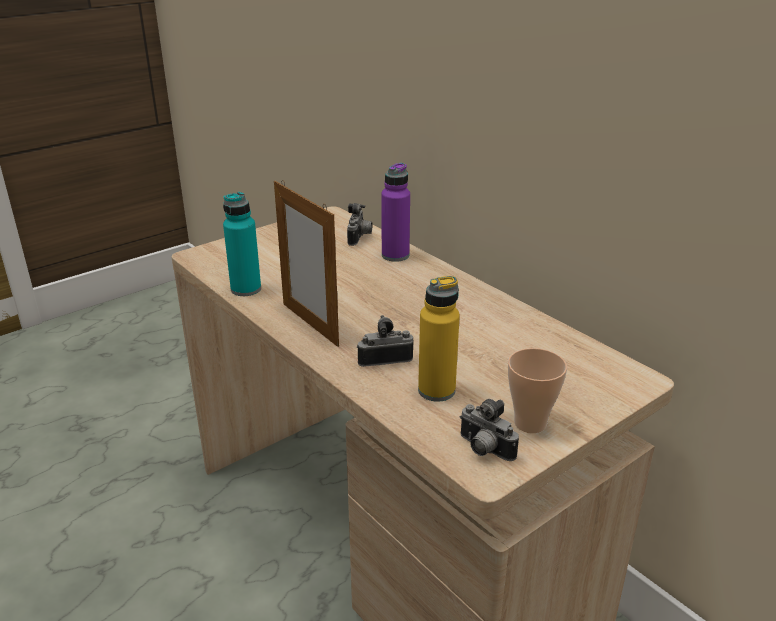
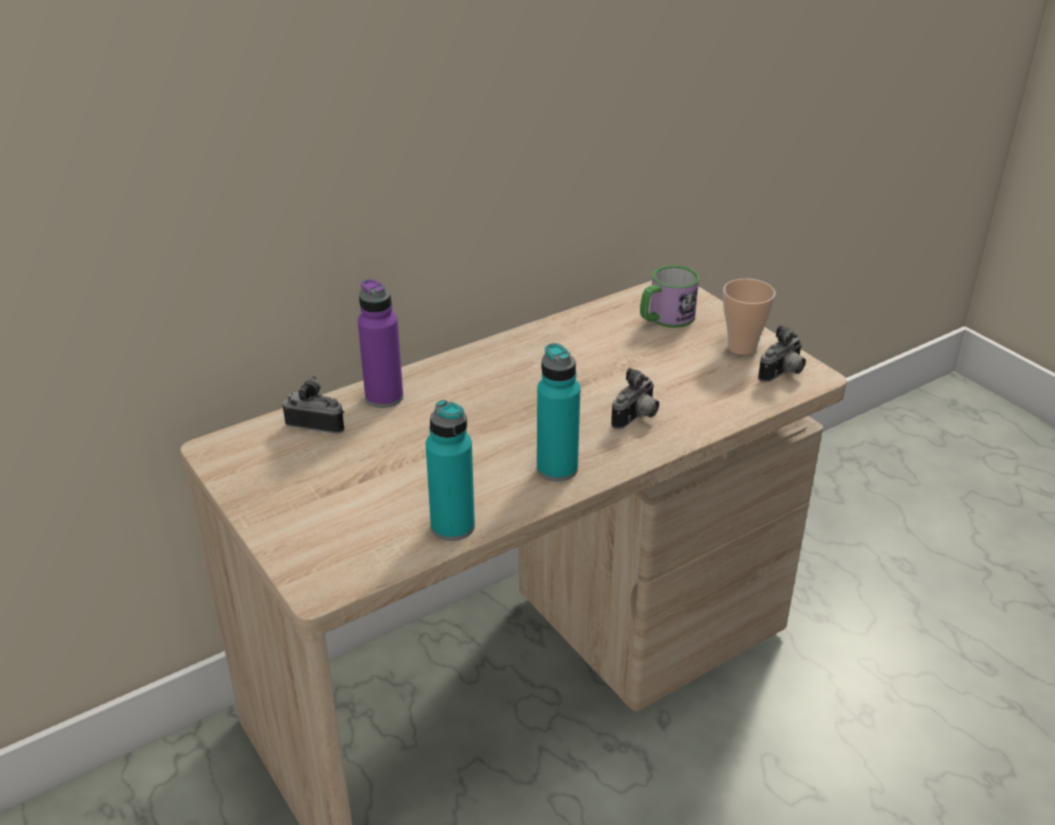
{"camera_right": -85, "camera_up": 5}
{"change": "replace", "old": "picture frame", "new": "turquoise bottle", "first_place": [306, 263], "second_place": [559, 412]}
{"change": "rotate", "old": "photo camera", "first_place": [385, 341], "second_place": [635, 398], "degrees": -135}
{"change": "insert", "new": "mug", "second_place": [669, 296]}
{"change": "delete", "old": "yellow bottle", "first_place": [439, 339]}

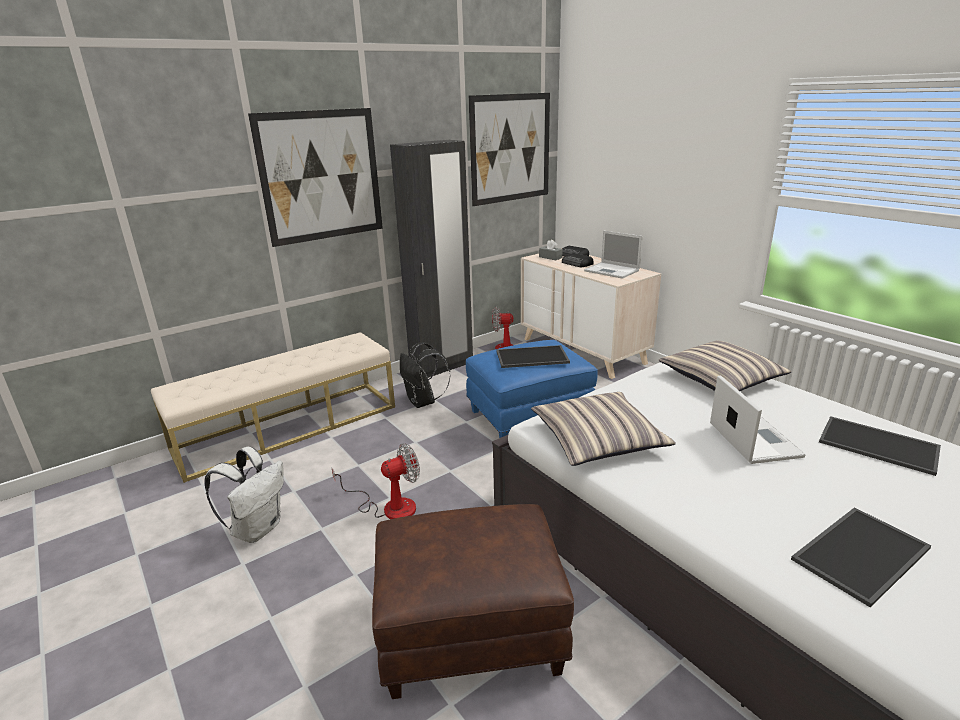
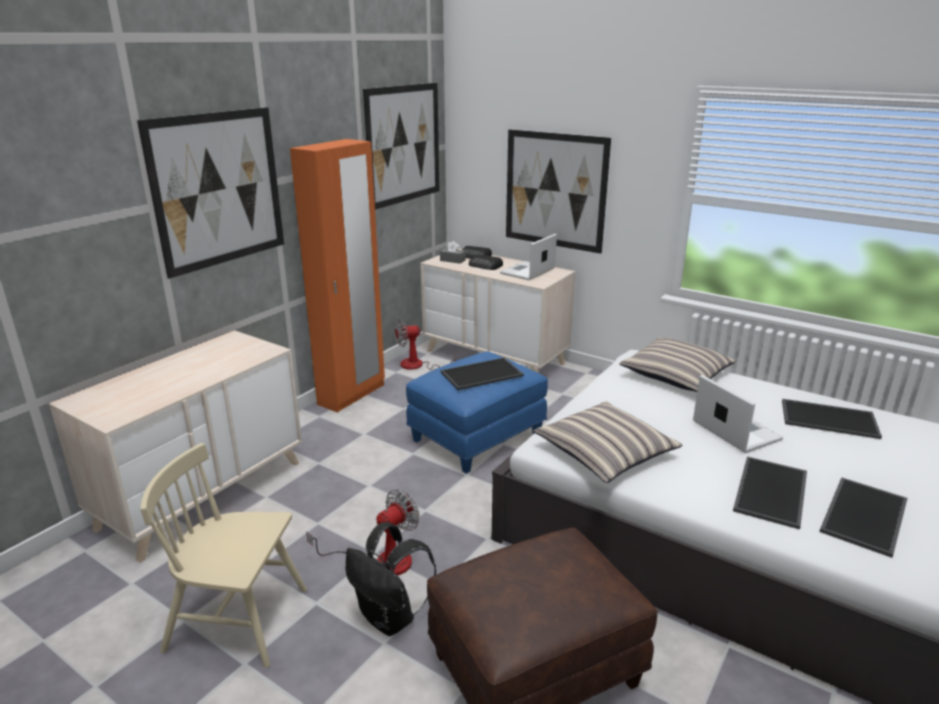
{"camera_right": -20, "camera_up": 0}
{"change": "replace", "old": "beige bench", "new": "beige dresser", "first_place": [273, 407], "second_place": [175, 446]}
{"change": "replace", "old": "white backpack", "new": "beige chair", "first_place": [244, 494], "second_place": [223, 555]}
{"change": "recolor", "old": "black wardrobe", "new": "orange wardrobe", "first_place": [431, 259], "second_place": [337, 276]}
{"change": "move", "old": "black backpack", "first_place": [425, 375], "second_place": [391, 579]}
{"change": "rotate", "old": "laptop", "first_place": [613, 255], "second_place": [528, 257], "degrees": 105}
{"change": "insert", "new": "picture", "second_place": [558, 191]}
{"change": "insert", "new": "tray", "second_place": [770, 492]}

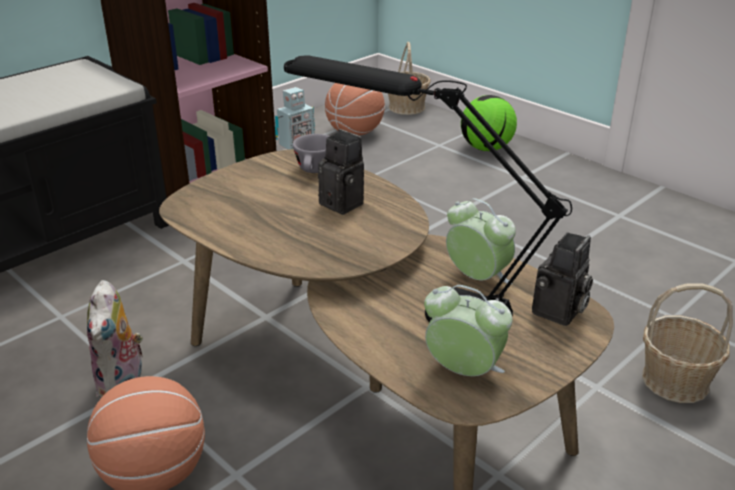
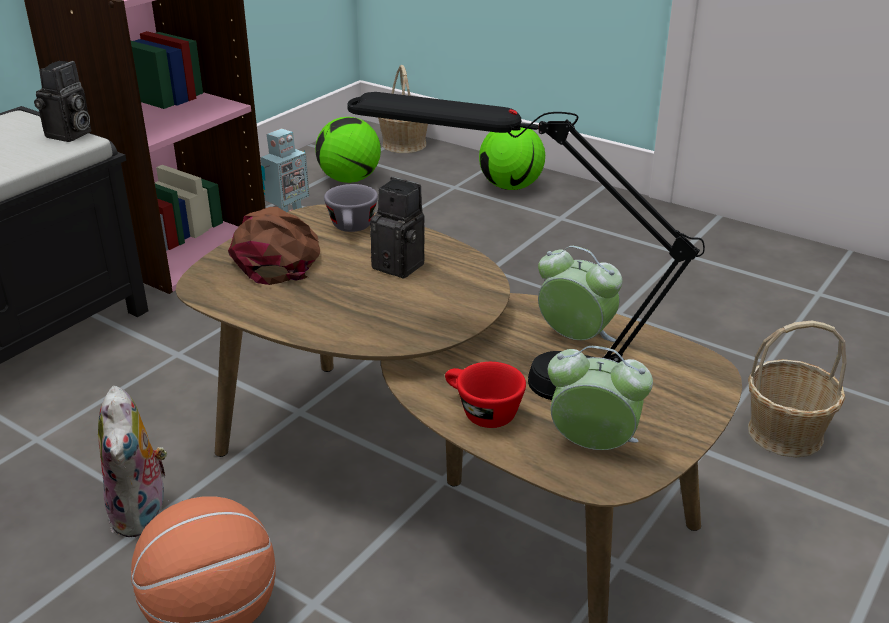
{"camera_right": -10, "camera_up": 0}
{"change": "move", "old": "photo camera", "first_place": [562, 279], "second_place": [62, 101]}
{"change": "insert", "new": "brown cap", "second_place": [274, 246]}
{"change": "replace", "old": "basketball", "new": "football", "first_place": [355, 109], "second_place": [348, 150]}
{"change": "insert", "new": "red cup", "second_place": [485, 395]}

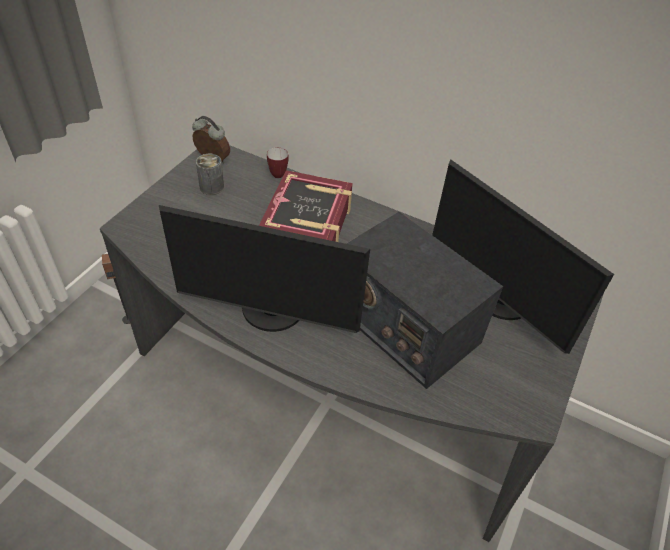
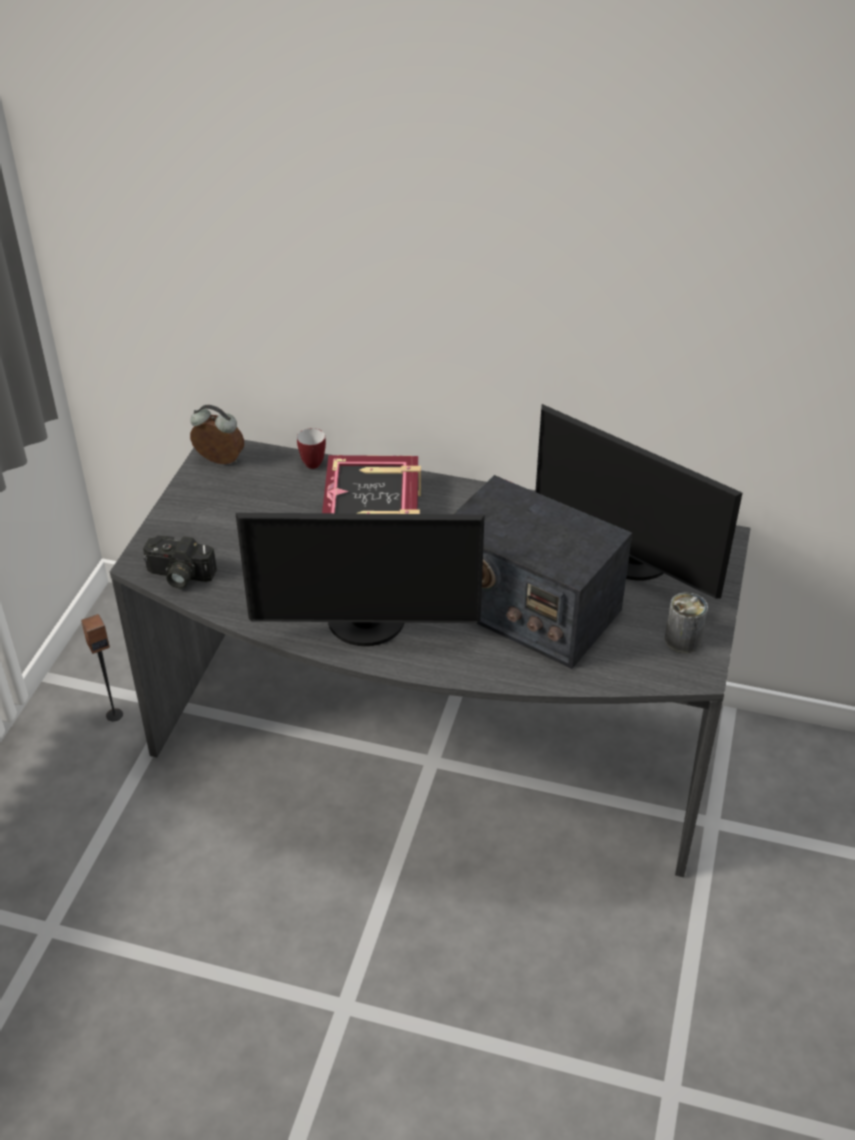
{"camera_right": -10, "camera_up": -5}
{"change": "insert", "new": "photo camera", "second_place": [180, 561]}
{"change": "move", "old": "can", "first_place": [210, 174], "second_place": [686, 622]}

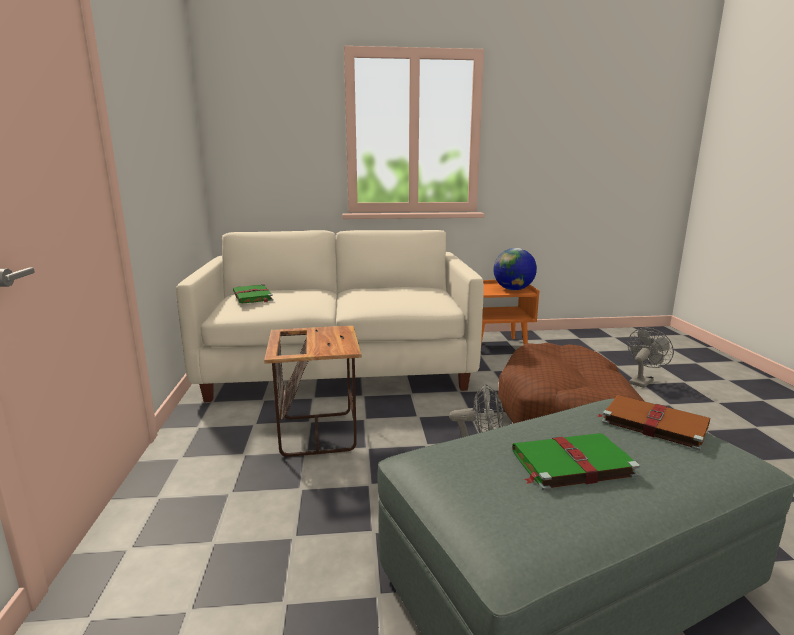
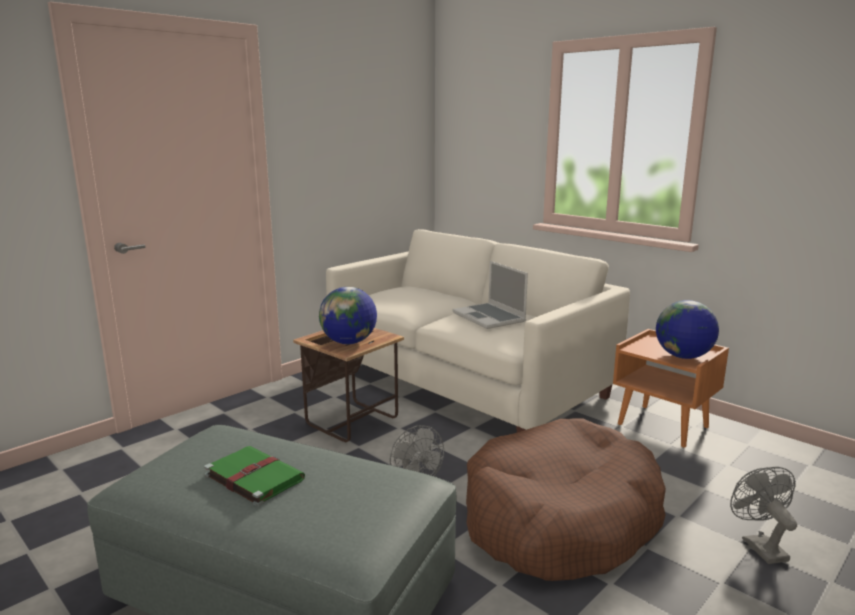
{"camera_right": 50, "camera_up": 0}
{"change": "insert", "new": "globe", "second_place": [348, 315]}
{"change": "insert", "new": "laptop", "second_place": [490, 295]}
{"change": "rotate", "old": "grey fan", "first_place": [650, 358], "second_place": [763, 515], "degrees": -105}
{"change": "delete", "old": "green book", "first_place": [253, 293]}
{"change": "delete", "old": "brown book", "first_place": [654, 423]}

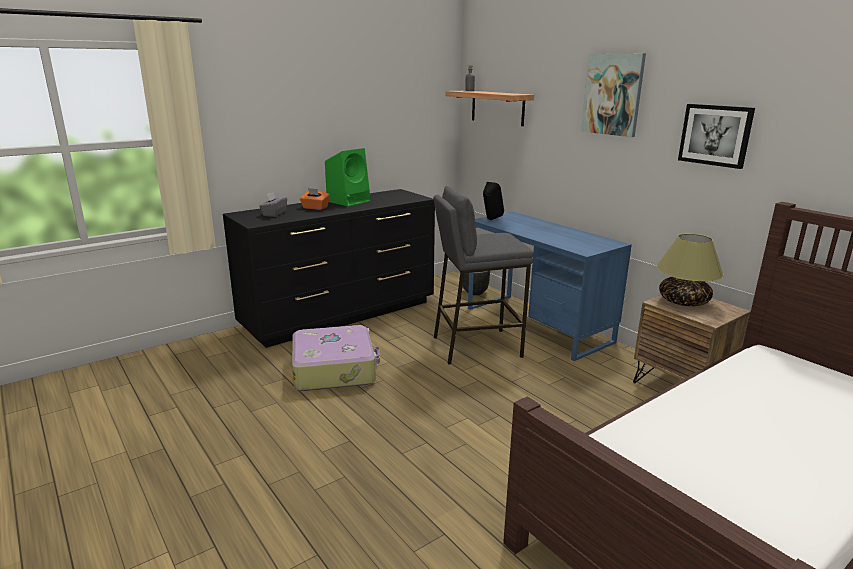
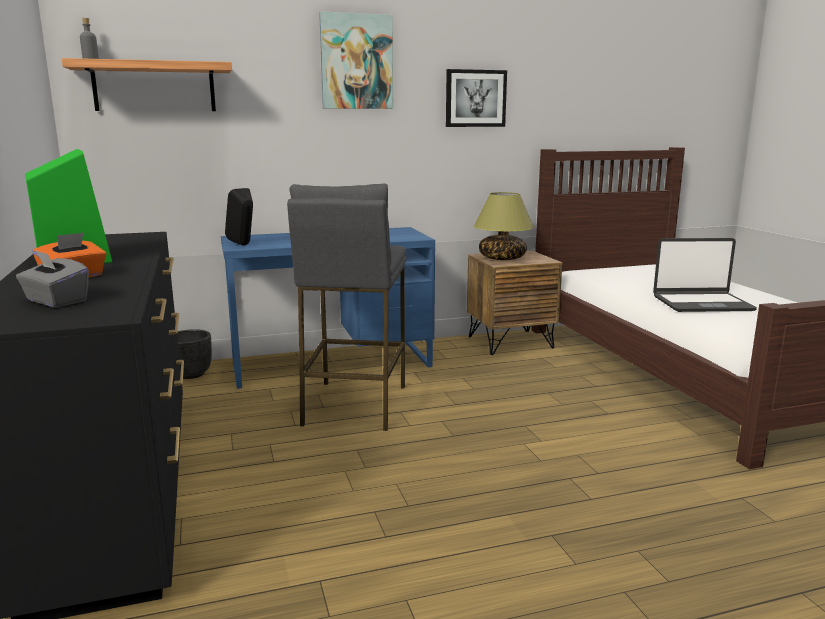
{"camera_right": -70, "camera_up": -5}
{"change": "insert", "new": "laptop", "second_place": [705, 275]}
{"change": "delete", "old": "suitcase", "first_place": [336, 358]}

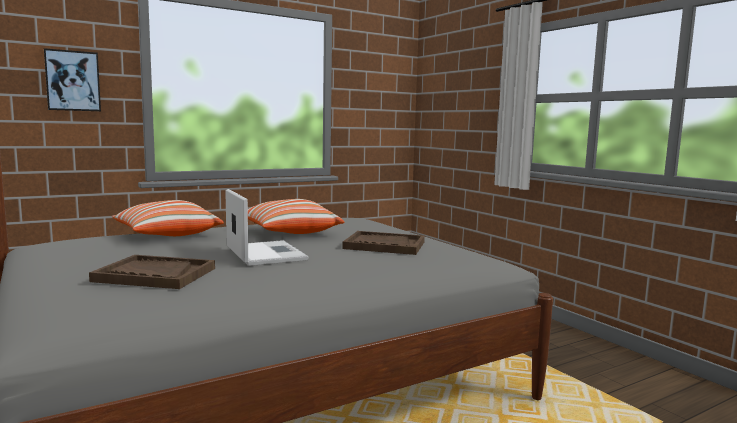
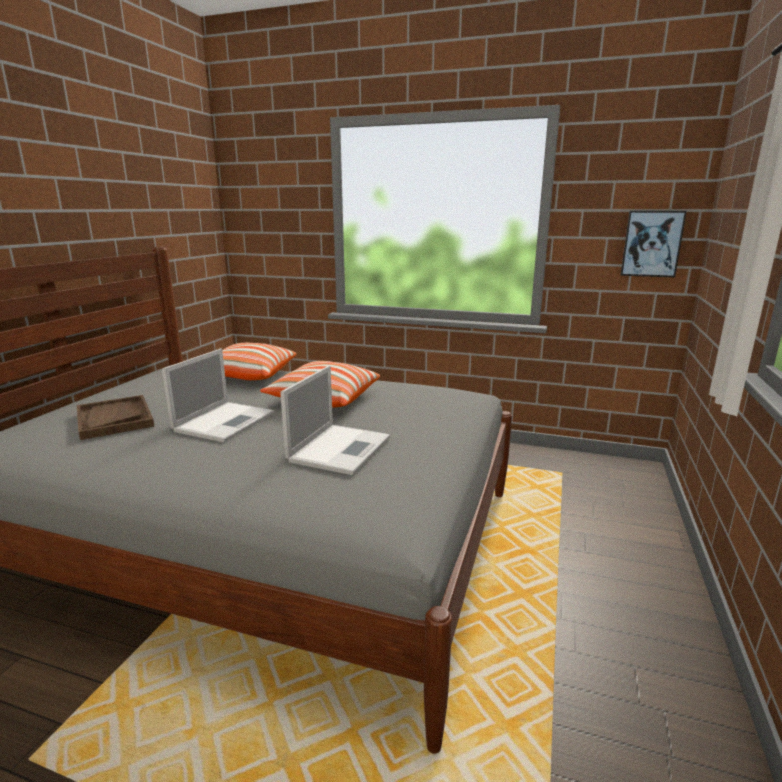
{"camera_right": 50, "camera_up": 10}
{"change": "replace", "old": "brown tray", "new": "laptop", "first_place": [383, 243], "second_place": [335, 420]}
{"change": "move", "old": "picture", "first_place": [72, 79], "second_place": [653, 244]}

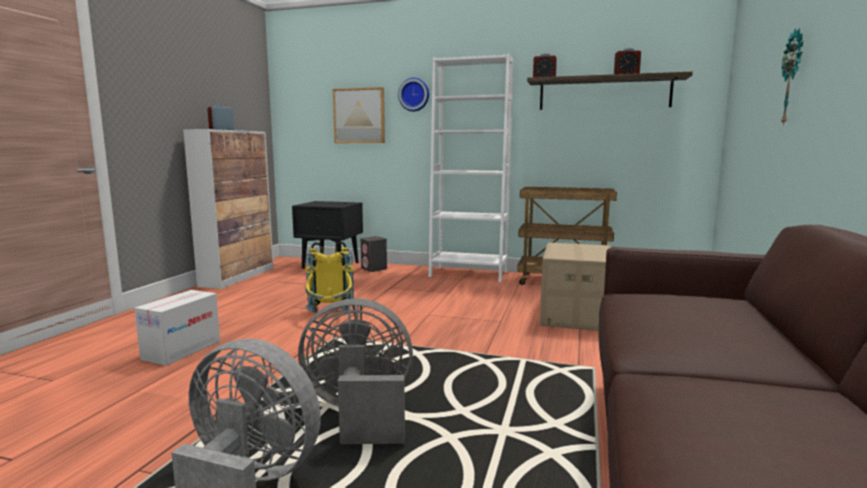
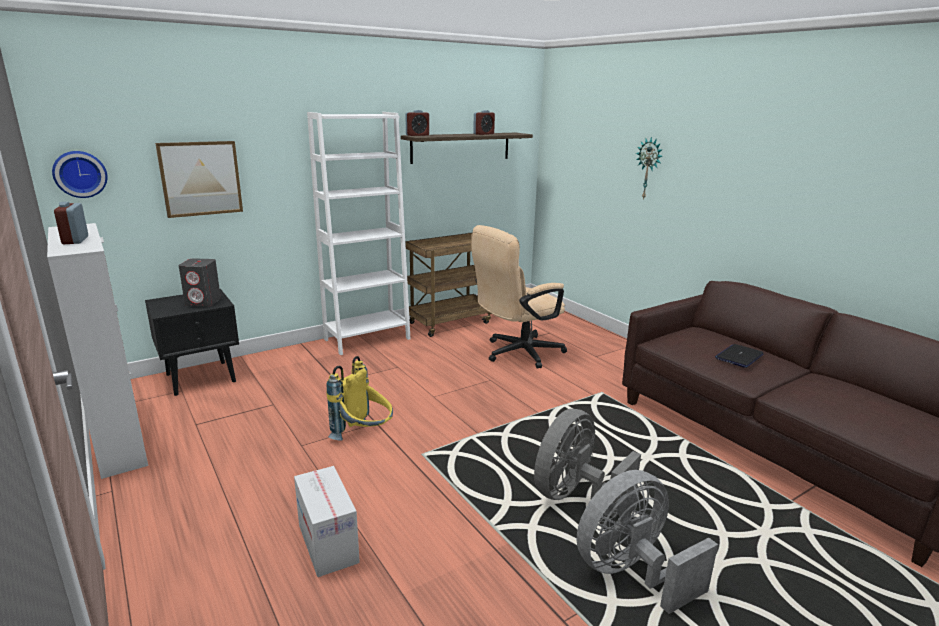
{"camera_right": -50, "camera_up": 10}
{"change": "move", "old": "wall clock", "first_place": [413, 94], "second_place": [80, 174]}
{"change": "move", "old": "grey speaker", "first_place": [374, 254], "second_place": [200, 282]}
{"change": "replace", "old": "cardboard box", "new": "beige office chair", "first_place": [575, 286], "second_place": [519, 297]}
{"change": "insert", "new": "laptop", "second_place": [739, 356]}

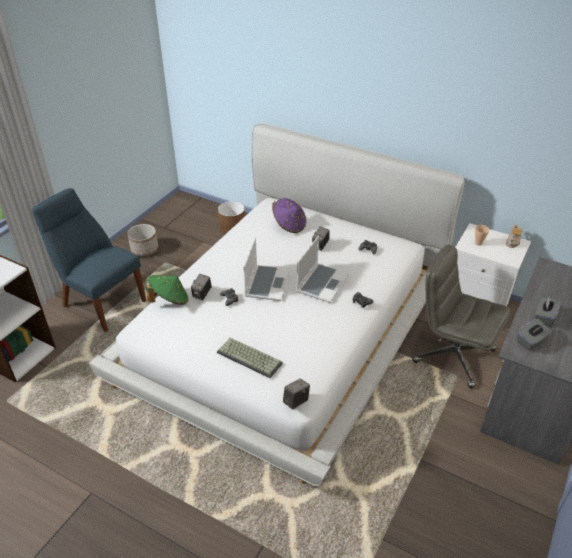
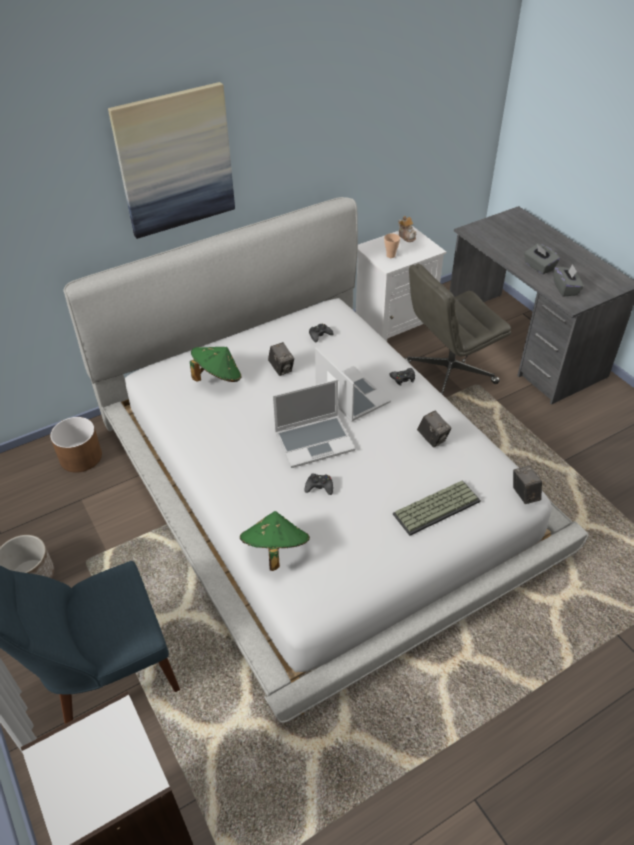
{"camera_right": -60, "camera_up": 5}
{"change": "insert", "new": "picture", "second_place": [171, 160]}
{"change": "recolor", "old": "purple hat", "new": "green hat", "first_place": [289, 215], "second_place": [215, 364]}
{"change": "rotate", "old": "laptop", "first_place": [267, 269], "second_place": [314, 423], "degrees": 120}
{"change": "move", "old": "photo camera", "first_place": [201, 287], "second_place": [434, 428]}

